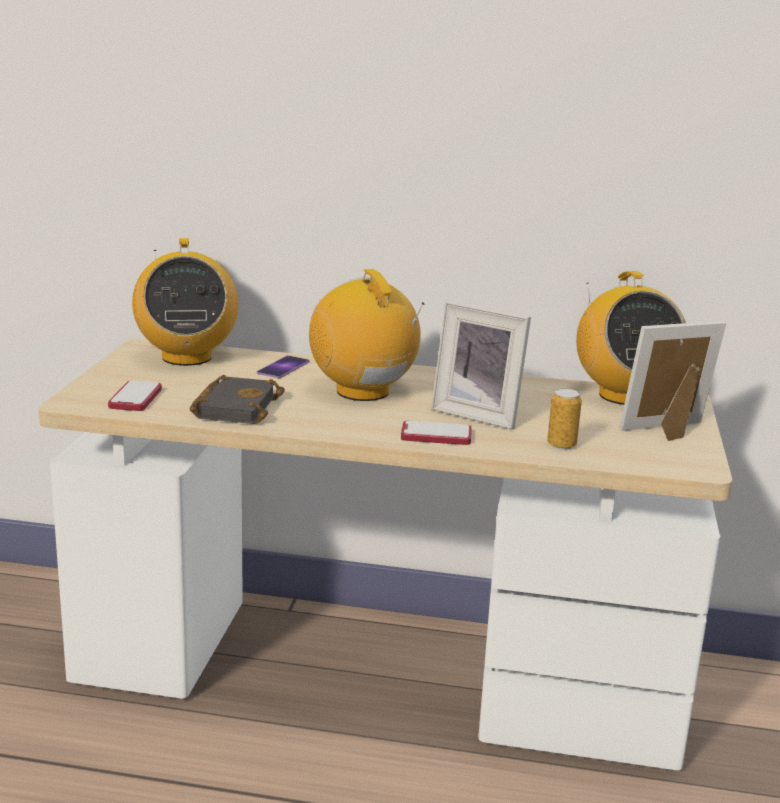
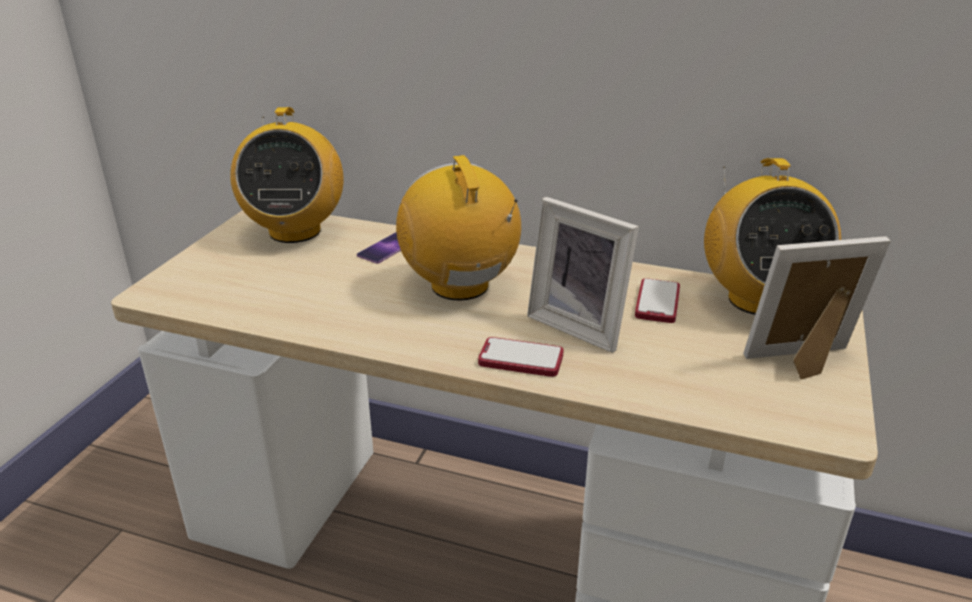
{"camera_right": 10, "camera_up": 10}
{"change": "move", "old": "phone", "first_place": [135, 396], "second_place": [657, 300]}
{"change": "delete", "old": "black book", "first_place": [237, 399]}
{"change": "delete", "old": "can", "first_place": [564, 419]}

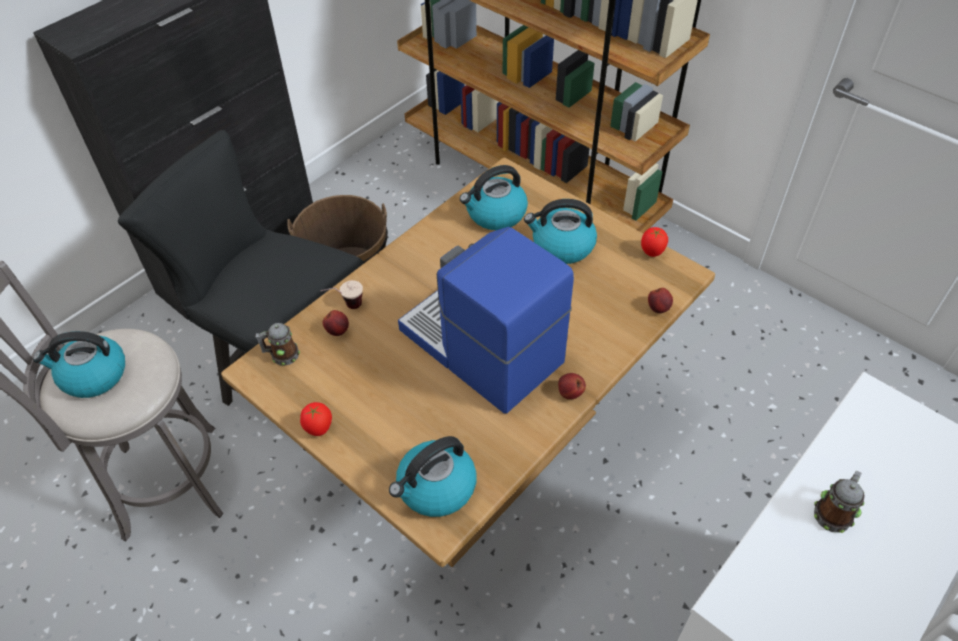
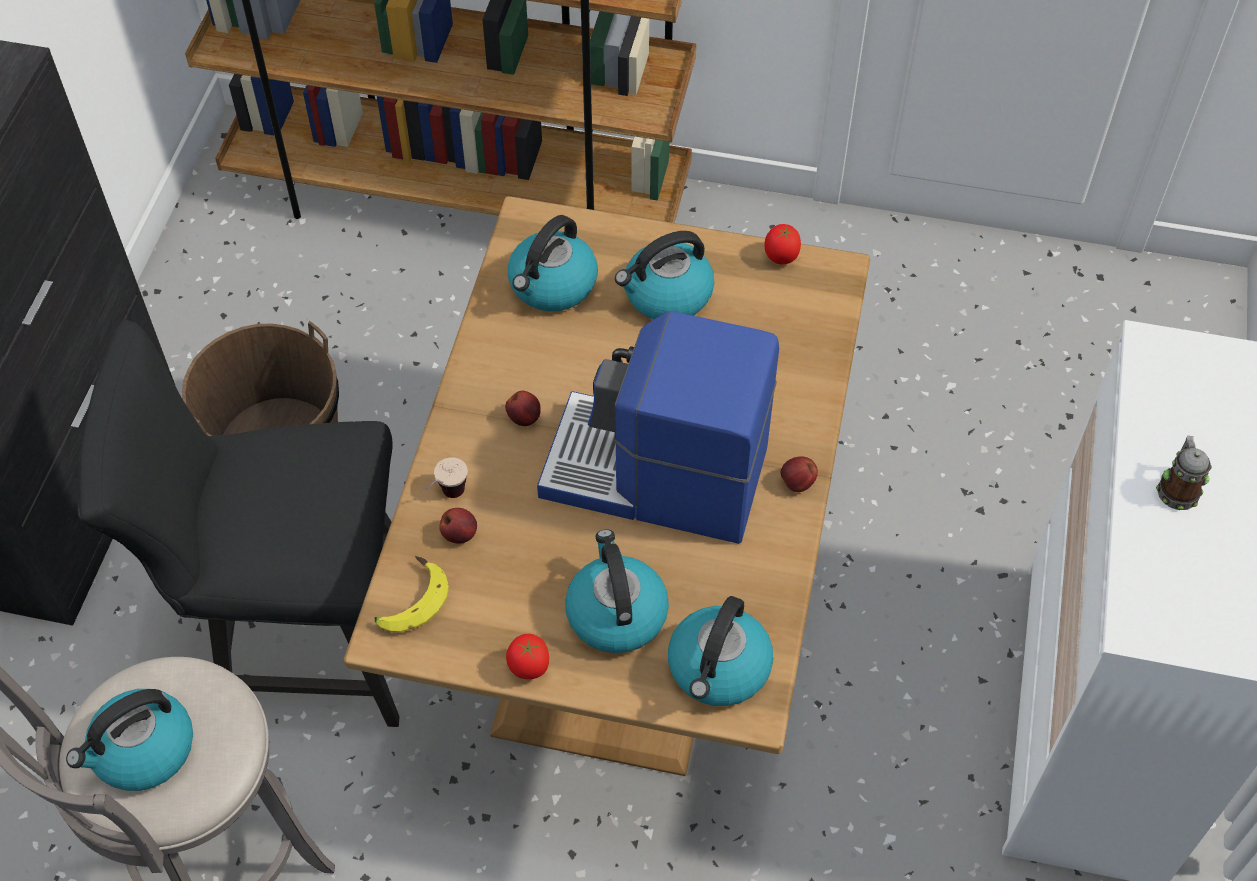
{"camera_right": -30, "camera_up": 5}
{"change": "replace", "old": "mug", "new": "banana", "first_place": [277, 344], "second_place": [412, 594]}
{"change": "move", "old": "apple", "first_place": [660, 300], "second_place": [523, 408]}
{"change": "insert", "new": "kettle", "second_place": [617, 591]}

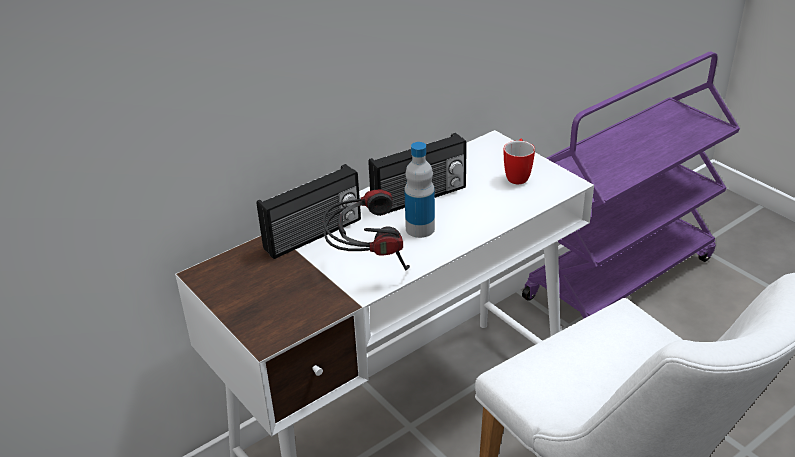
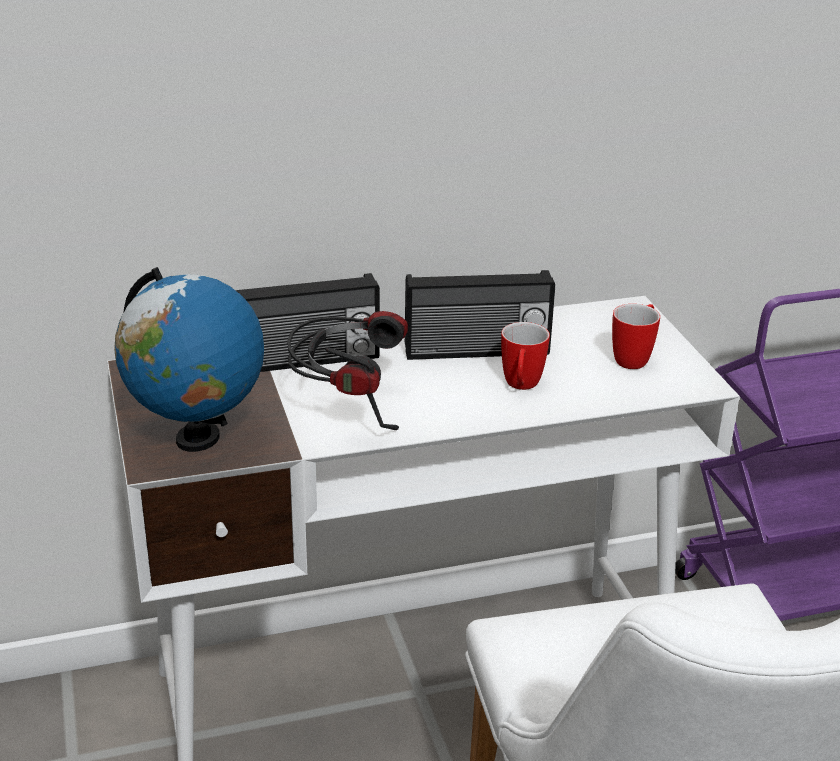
{"camera_right": 20, "camera_up": -5}
{"change": "insert", "new": "globe", "second_place": [189, 359]}
{"change": "insert", "new": "mug", "second_place": [525, 356]}
{"change": "delete", "old": "bottle", "first_place": [419, 190]}

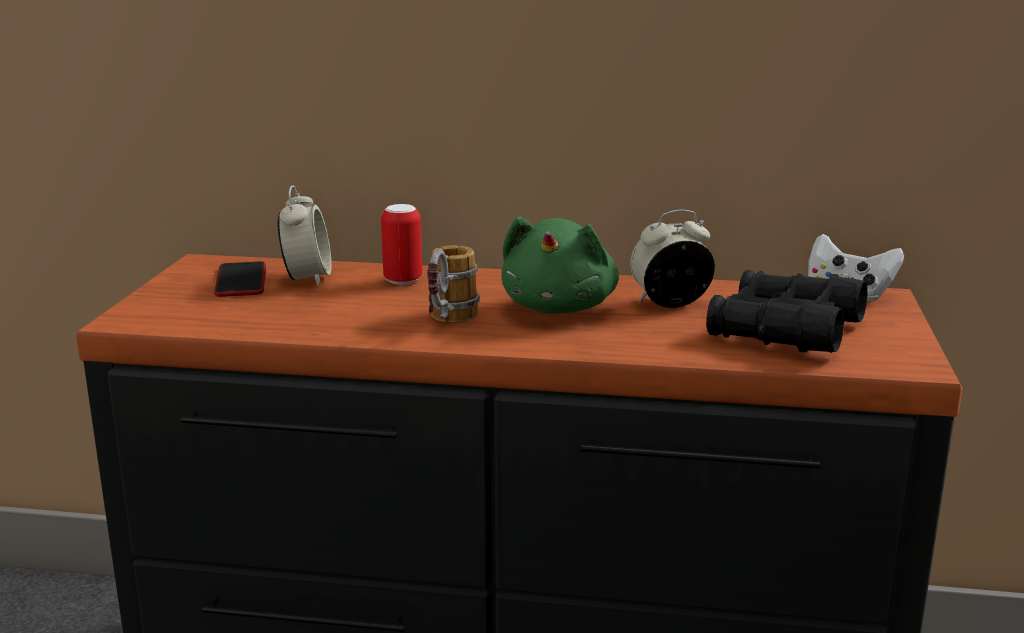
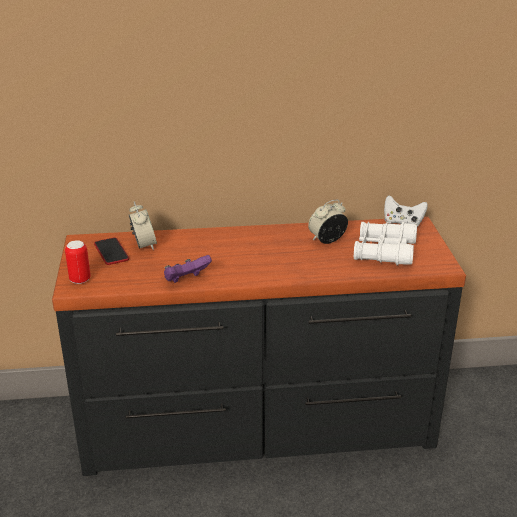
{"camera_right": -15, "camera_up": 10}
{"change": "move", "old": "can", "first_place": [401, 244], "second_place": [78, 262]}
{"change": "insert", "new": "purple game controller", "second_place": [188, 269]}
{"change": "recolor", "old": "black binoculars", "new": "white binoculars", "first_place": [786, 311], "second_place": [385, 243]}
{"change": "delete", "old": "mug", "first_place": [453, 284]}
{"change": "delete", "old": "green plush toy", "first_place": [560, 265]}

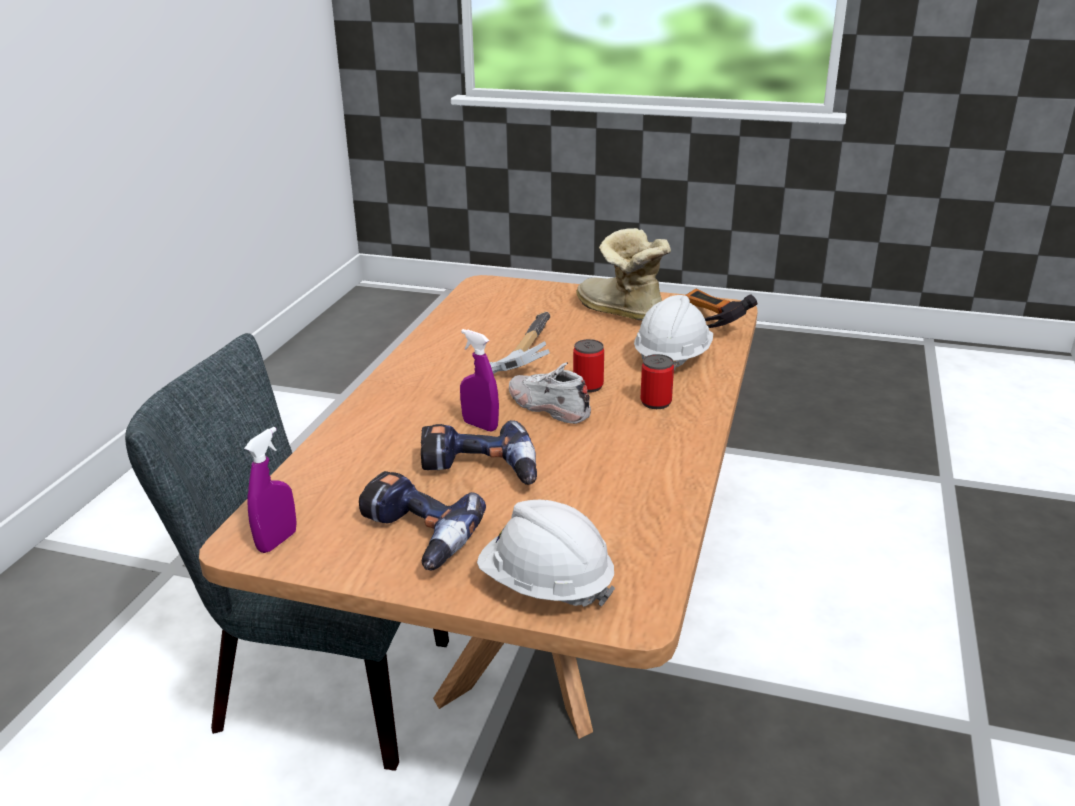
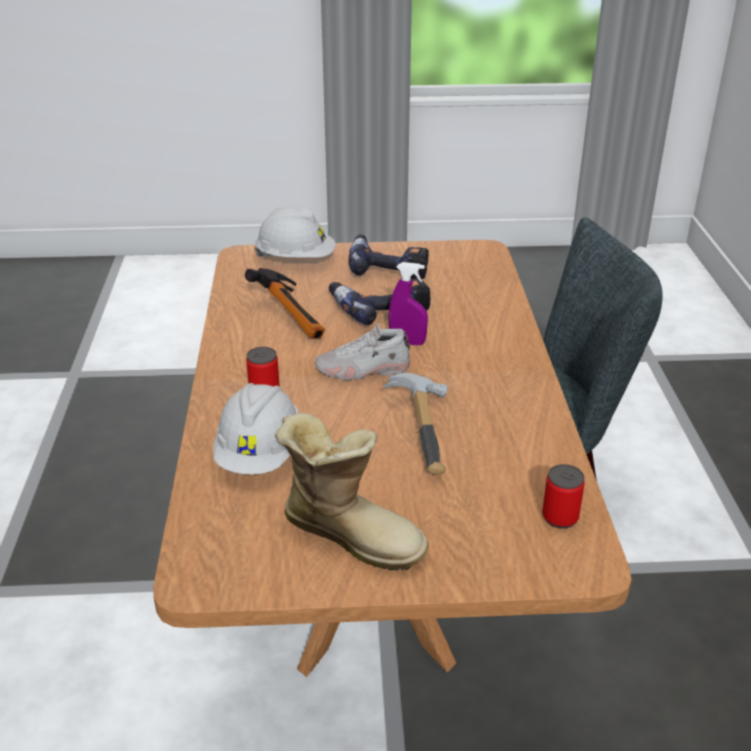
{"camera_right": 160, "camera_up": 5}
{"change": "move", "old": "hammer", "first_place": [721, 308], "second_place": [285, 303]}
{"change": "rotate", "old": "white shoe", "first_place": [550, 393], "second_place": [362, 351], "degrees": 150}
{"change": "move", "old": "can", "first_place": [588, 366], "second_place": [563, 496]}
{"change": "delete", "old": "purple spray bottle", "first_place": [270, 490]}

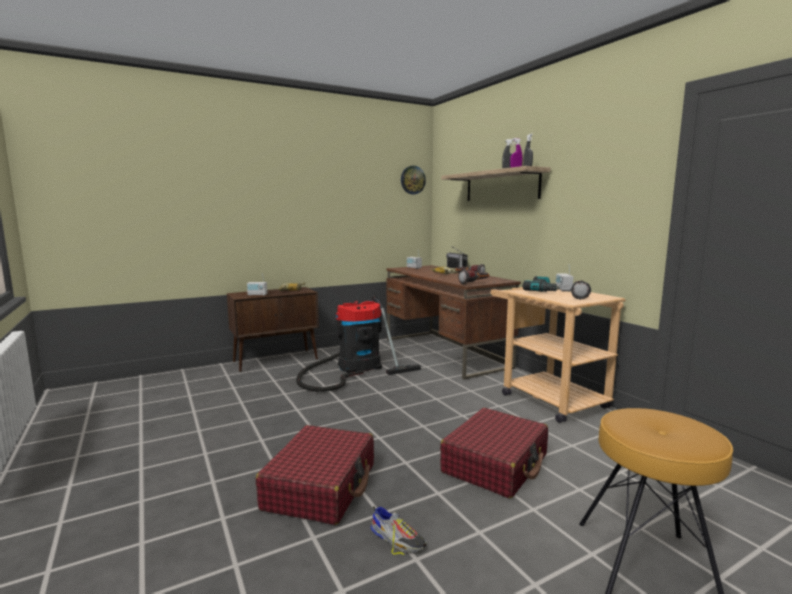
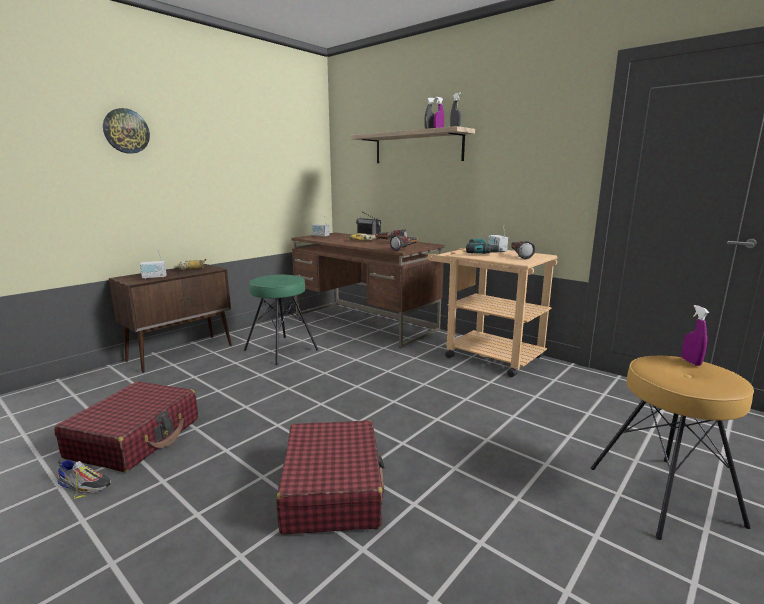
{"camera_right": -20, "camera_up": 5}
{"change": "move", "old": "red suitcase", "first_place": [494, 453], "second_place": [126, 426]}
{"change": "move", "old": "shoe", "first_place": [398, 530], "second_place": [84, 479]}
{"change": "move", "old": "wall clock", "first_place": [413, 180], "second_place": [126, 131]}
{"change": "replace", "old": "vacuum cleaner", "new": "green stool", "first_place": [358, 343], "second_place": [281, 320]}
{"change": "insert", "new": "purple spray bottle", "second_place": [695, 335]}

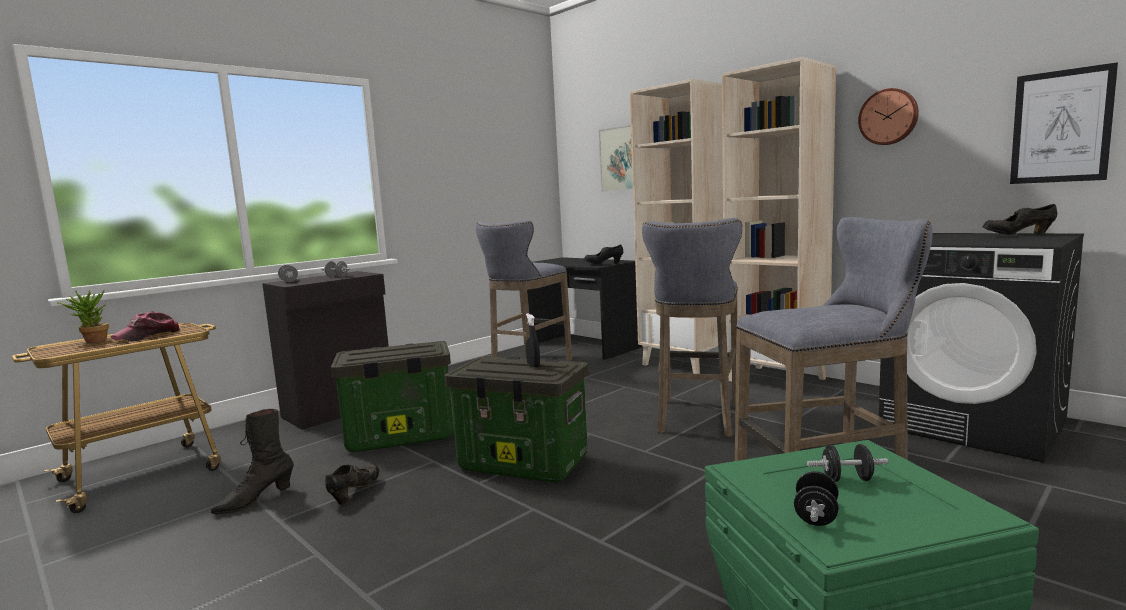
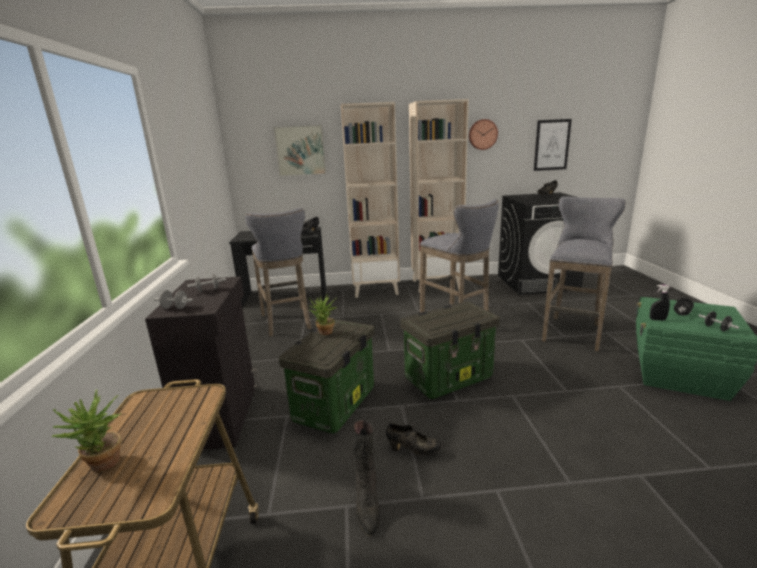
{"camera_right": -50, "camera_up": 10}
{"change": "insert", "new": "potted plant", "second_place": [323, 314]}
{"change": "rotate", "old": "black shoe", "first_place": [352, 484], "second_place": [414, 439], "degrees": 135}
{"change": "move", "old": "black spray bottle", "first_place": [533, 340], "second_place": [660, 302]}
{"change": "delete", "old": "cap", "first_place": [145, 326]}

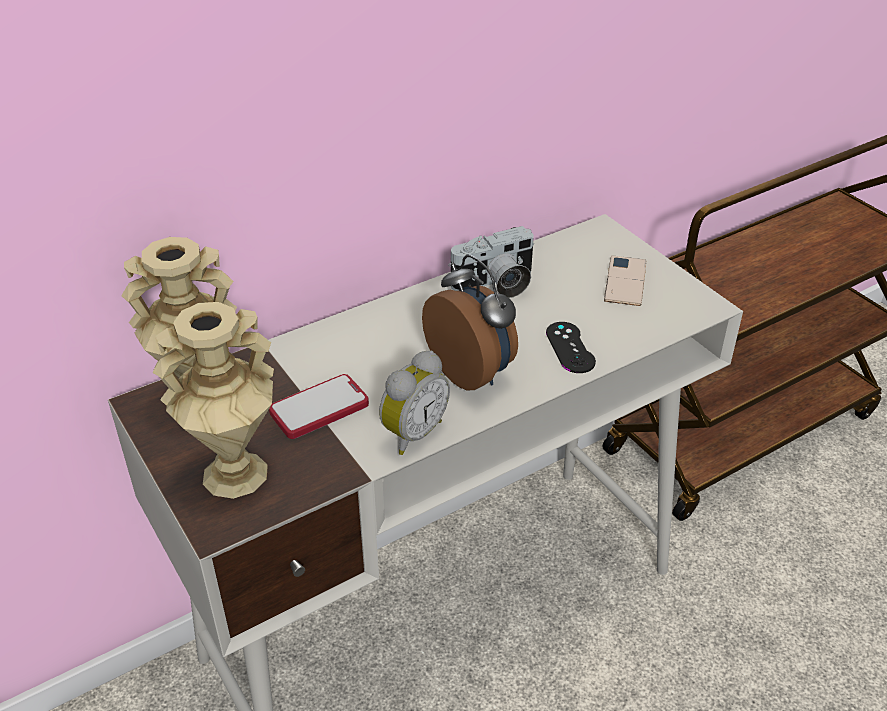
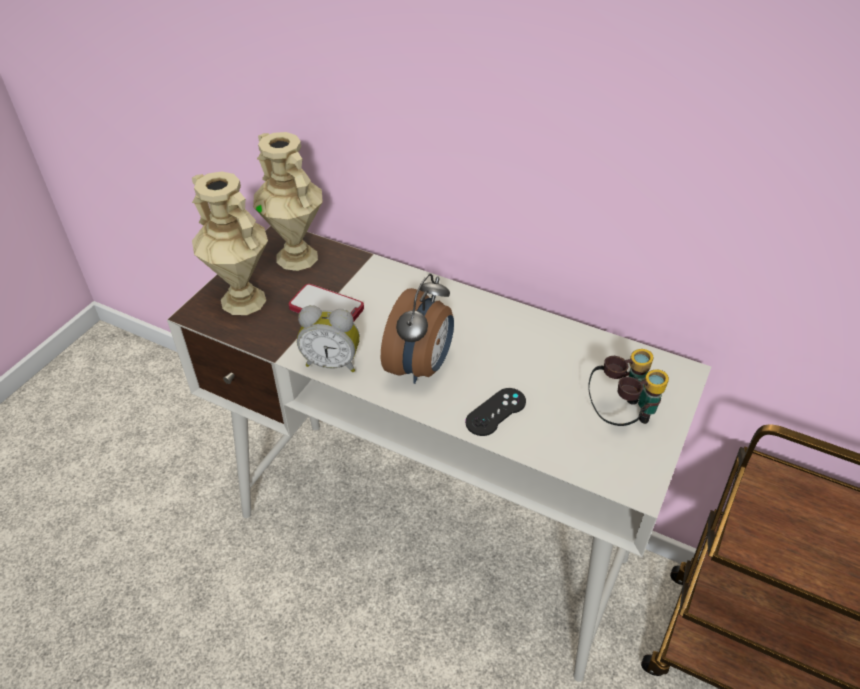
{"camera_right": 60, "camera_up": 5}
{"change": "replace", "old": "phone", "new": "binoculars", "first_place": [625, 280], "second_place": [628, 387]}
{"change": "delete", "old": "photo camera", "first_place": [491, 262]}

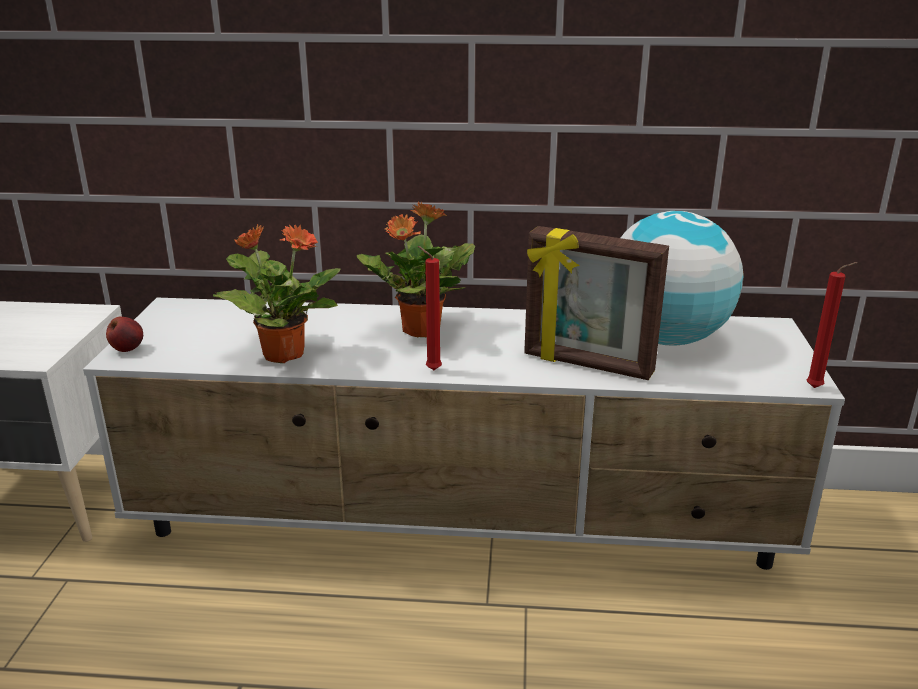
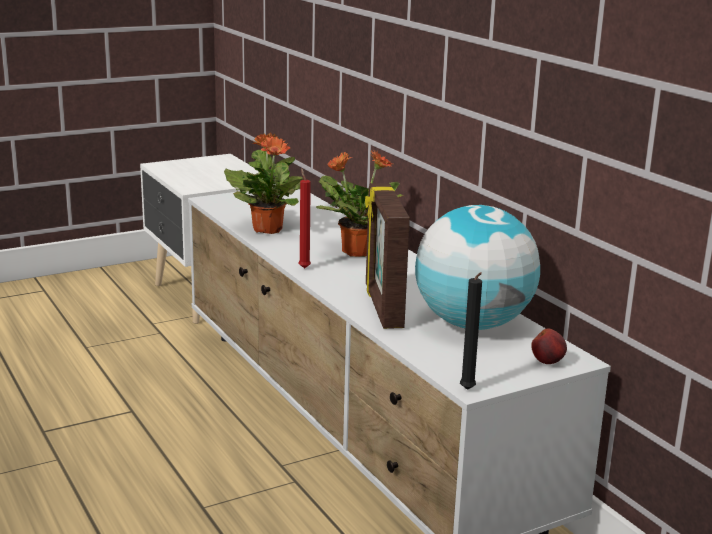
{"camera_right": 55, "camera_up": -5}
{"change": "recolor", "old": "red candle", "new": "black candle", "first_place": [832, 325], "second_place": [471, 331]}
{"change": "move", "old": "apple", "first_place": [124, 334], "second_place": [549, 346]}

